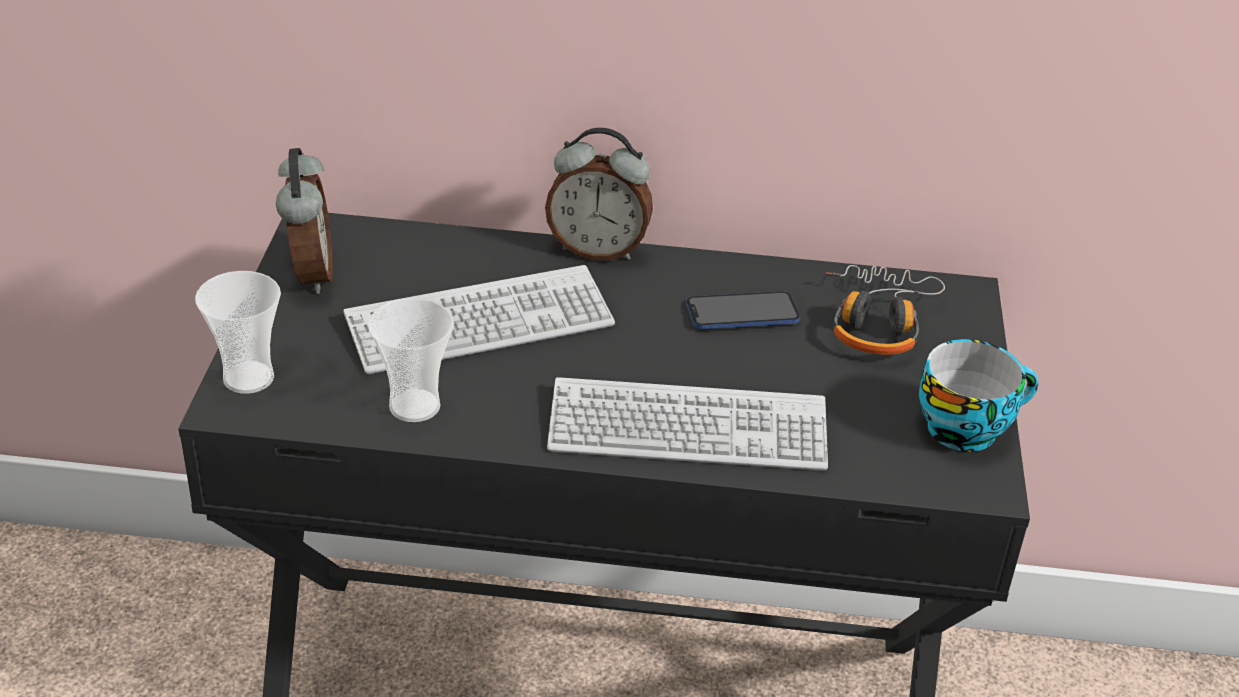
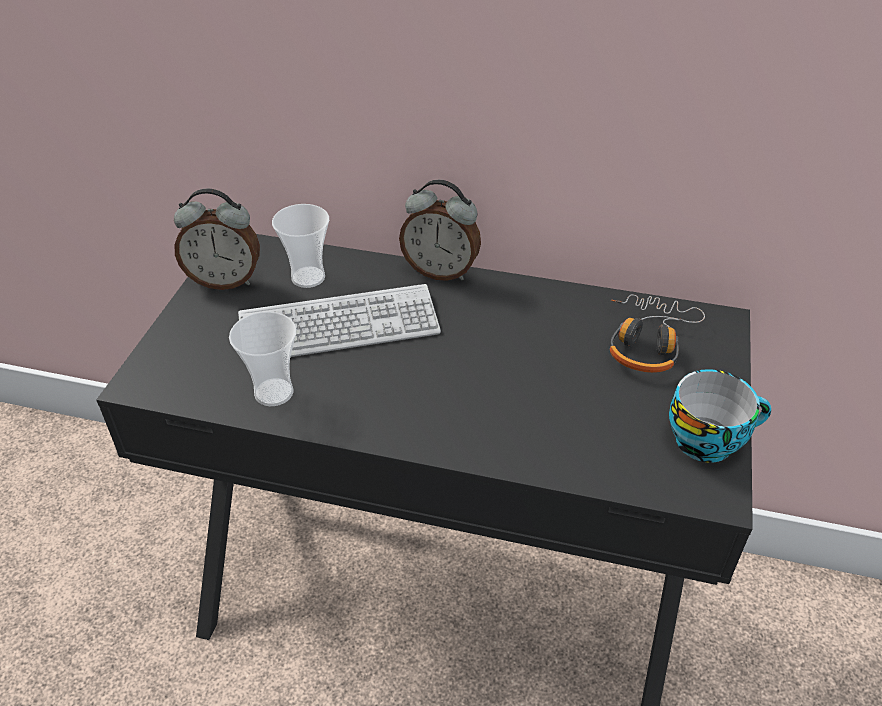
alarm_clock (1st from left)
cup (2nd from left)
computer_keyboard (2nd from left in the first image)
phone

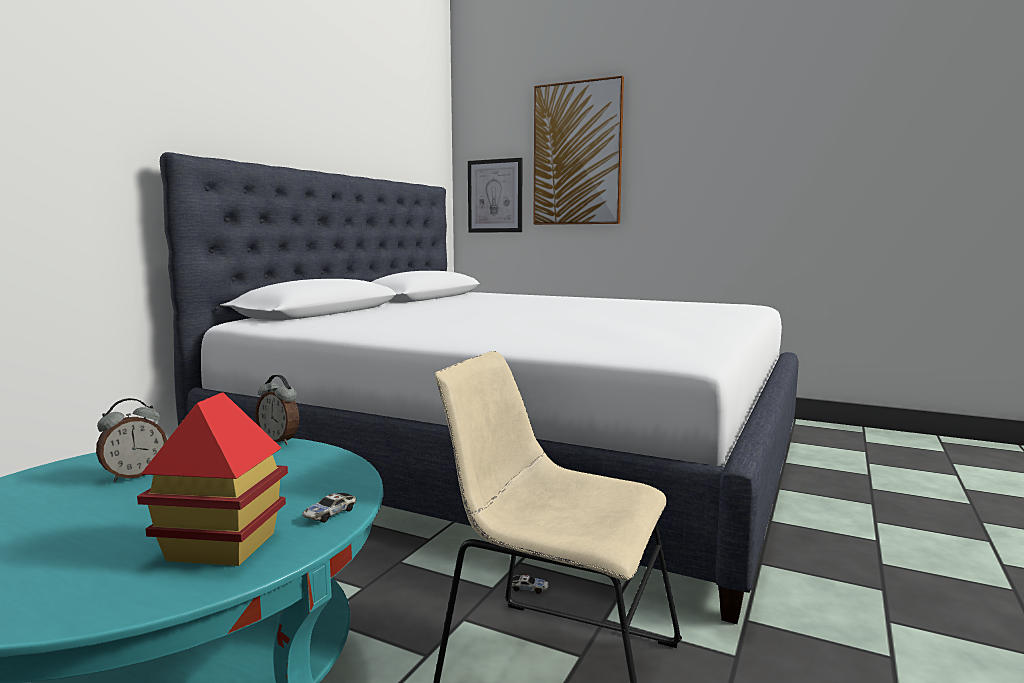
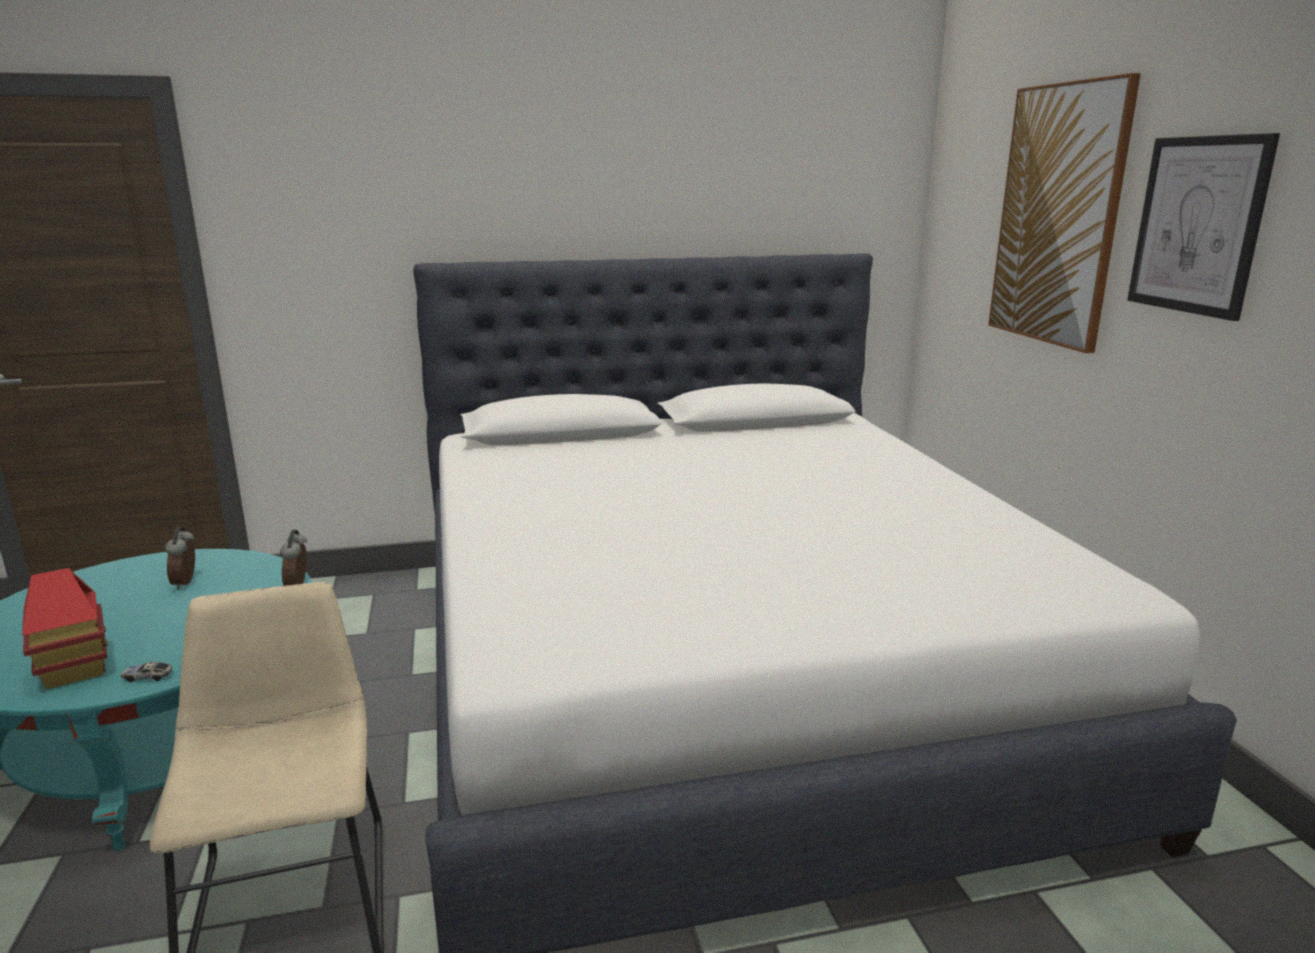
alarm_clock (1st from left)
wall_picture (2nd from left)
miniature_car (2nd from left in the first image)

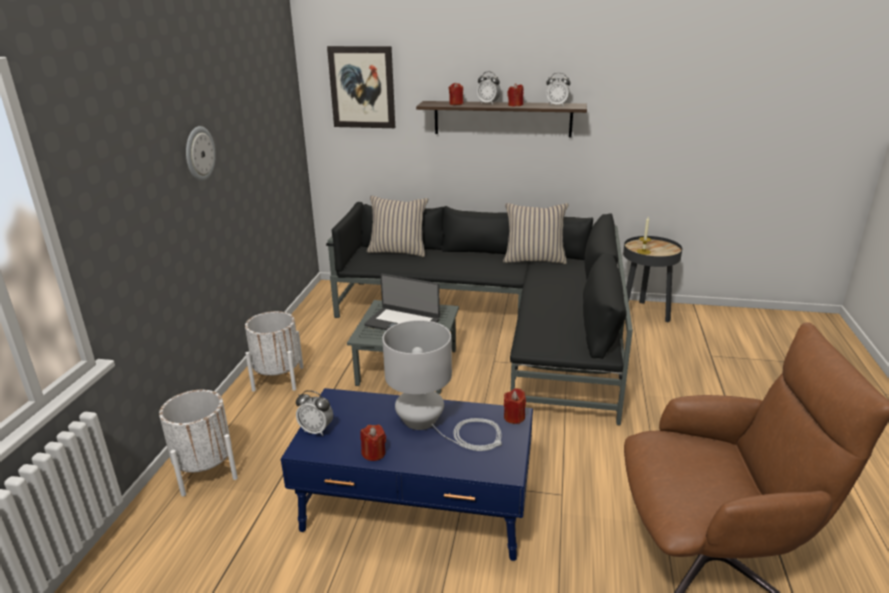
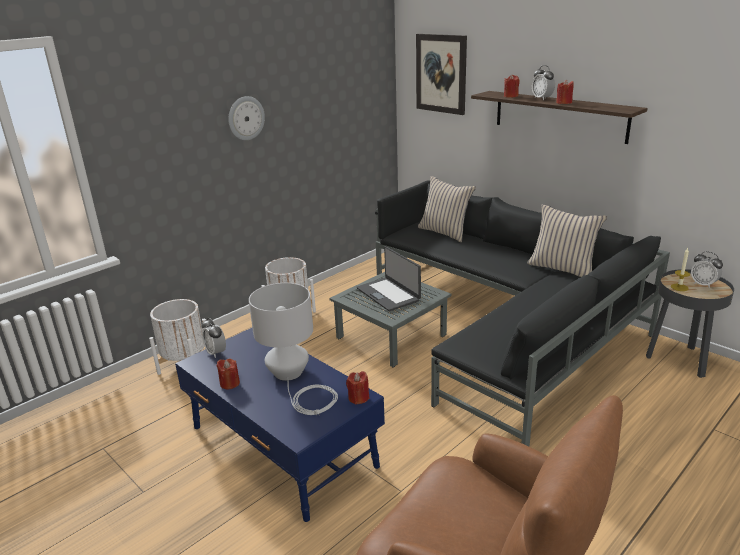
alarm_clock (3rd from left)

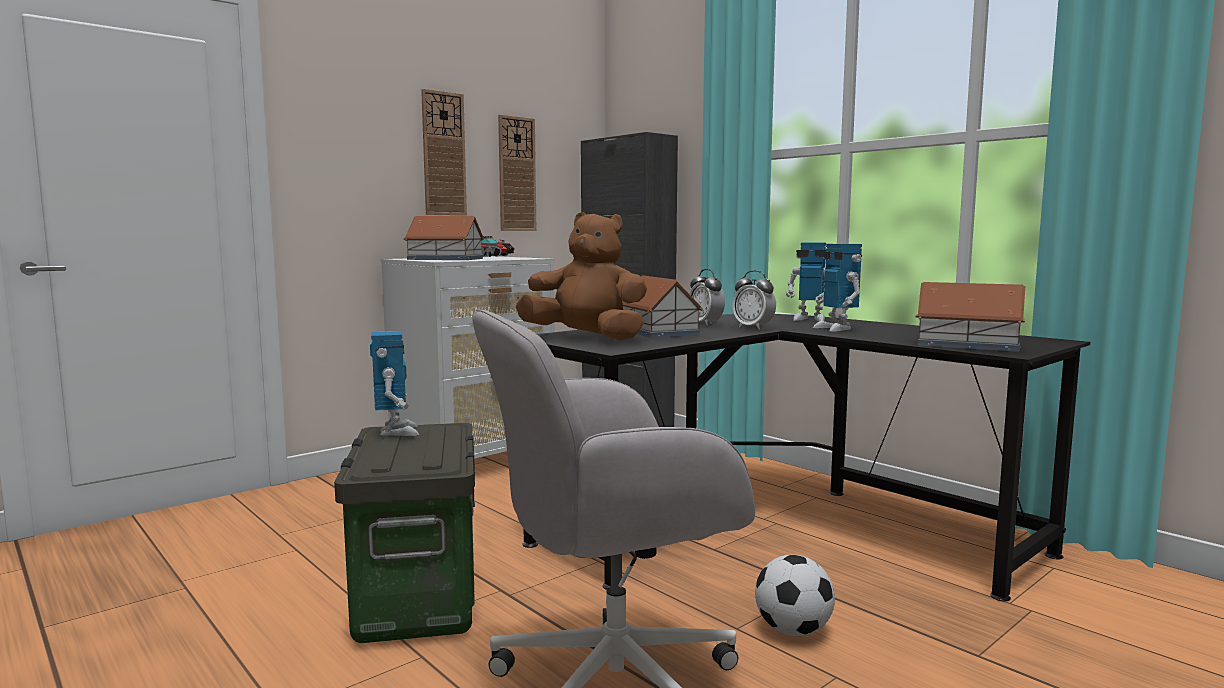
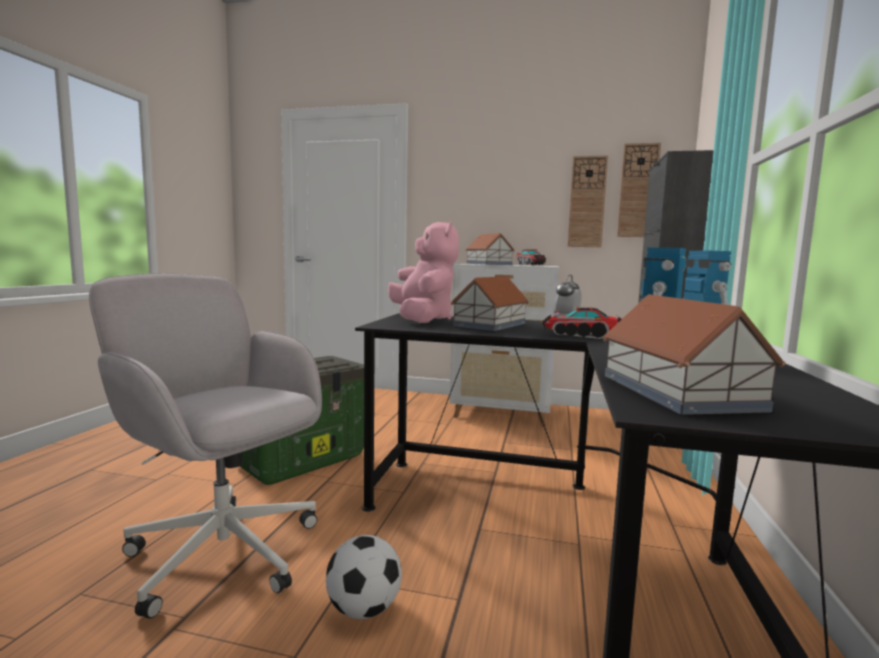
pink-coloured_plush_toy
toy_lorry (2nd from left)
clock_on_the_wall (2nd from left)
model_robot (1st from left in the first image)

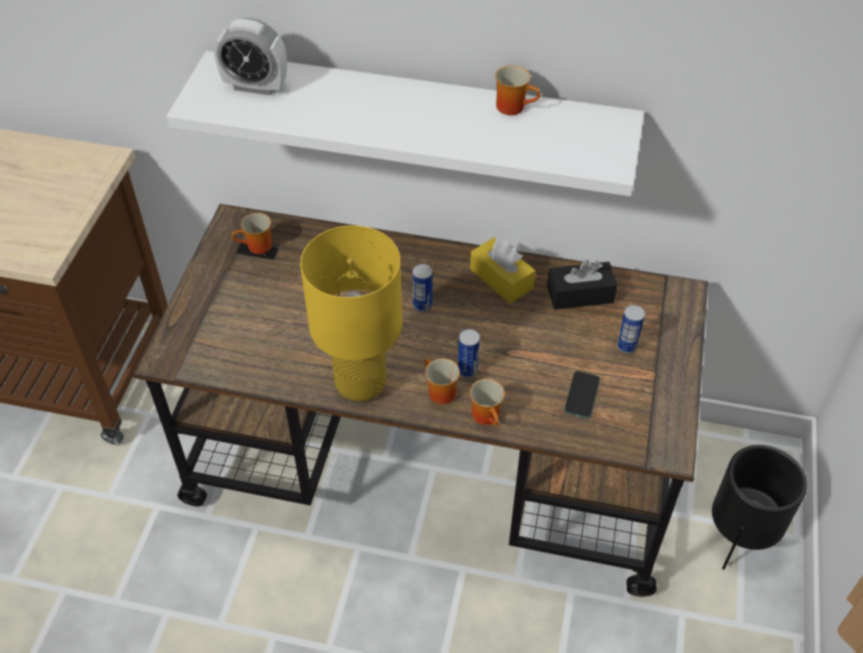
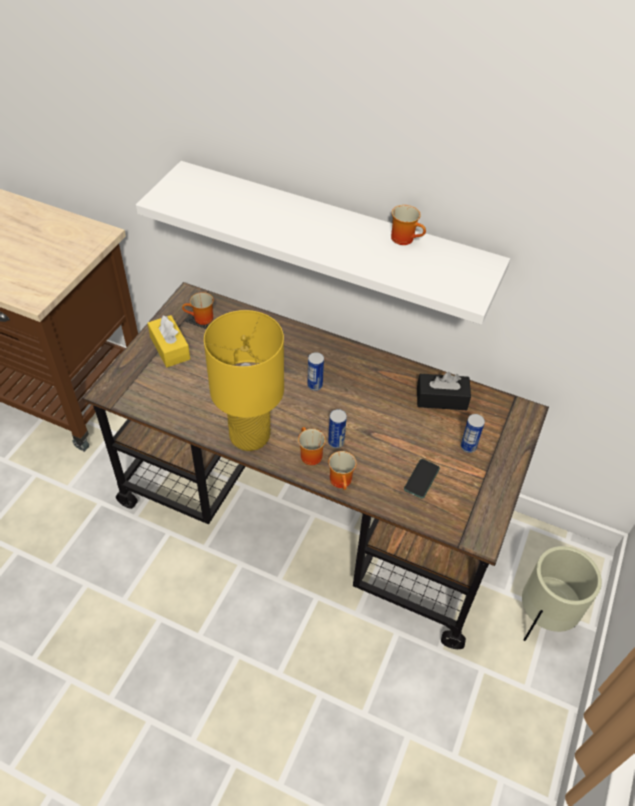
yellow_tissue_box
sand-coloured_flower_pot
alarm_clock

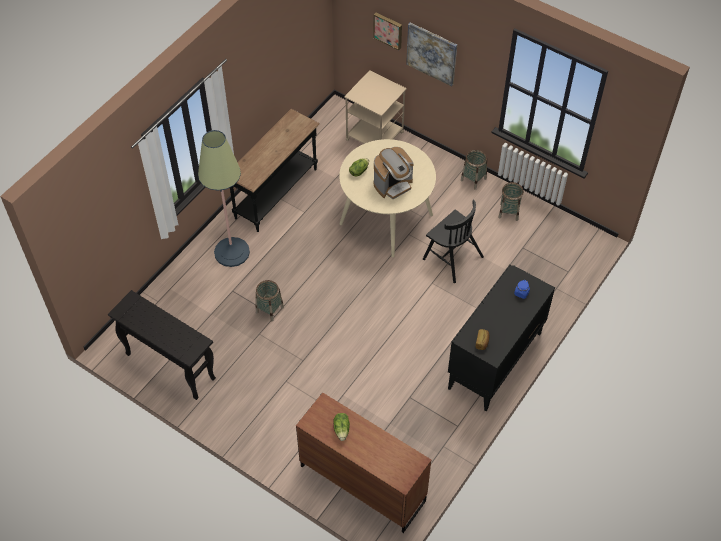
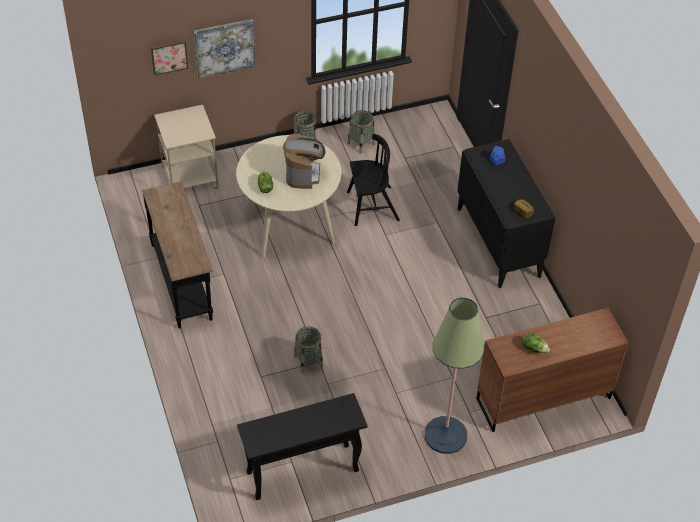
standing_lamp

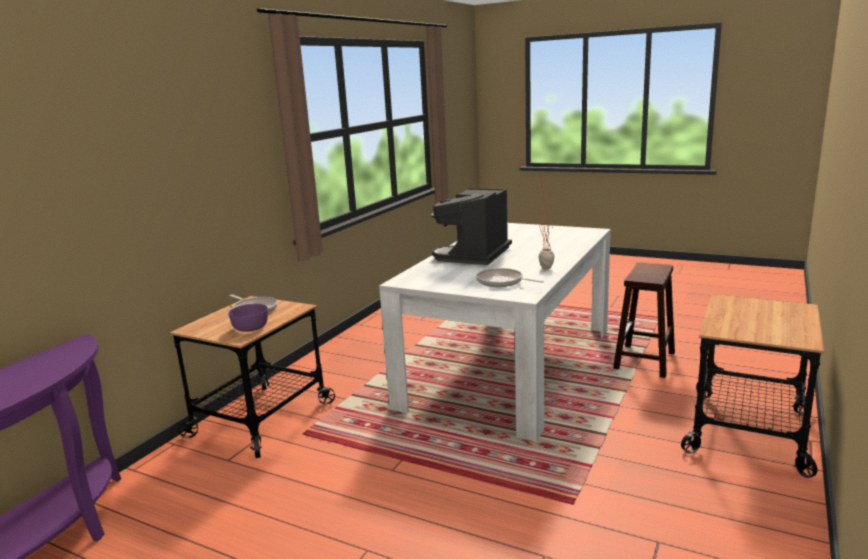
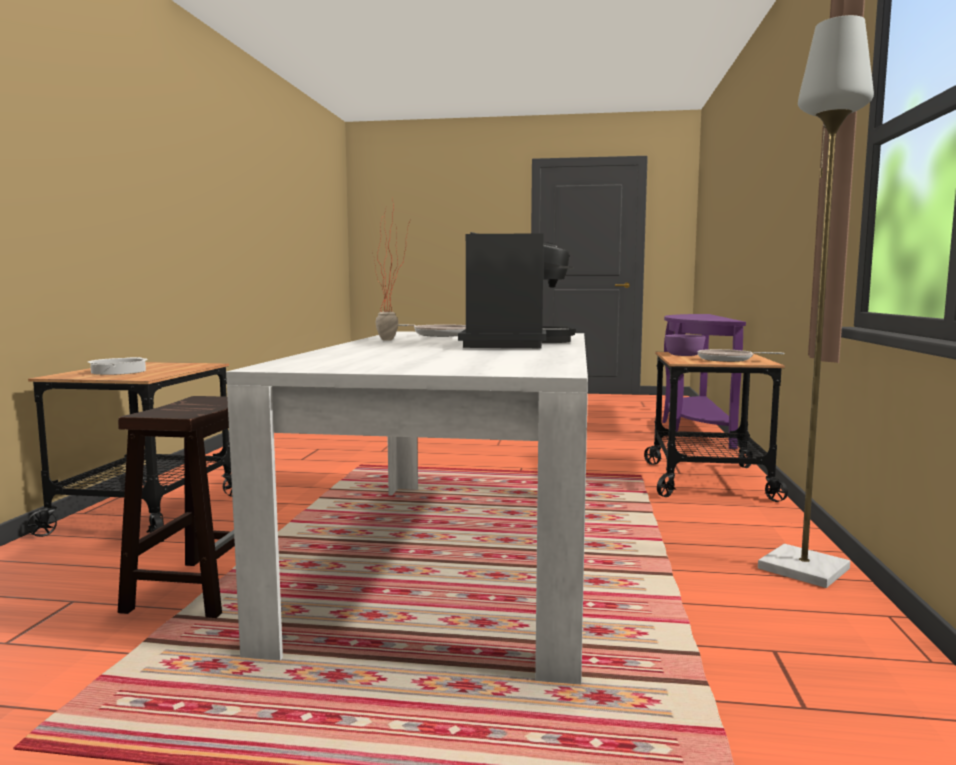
cooking_pot
greyish_standing_lamp

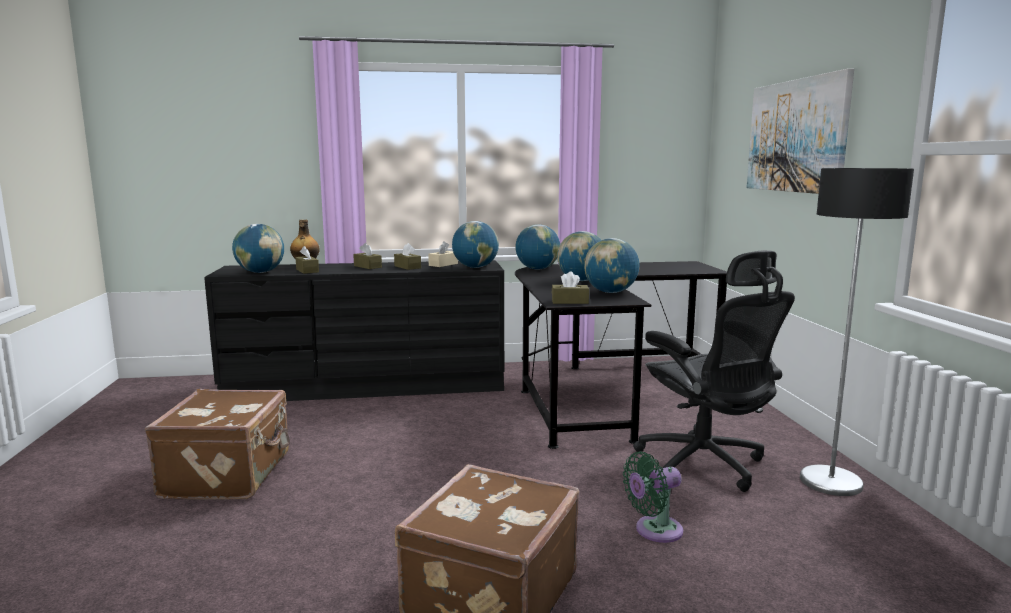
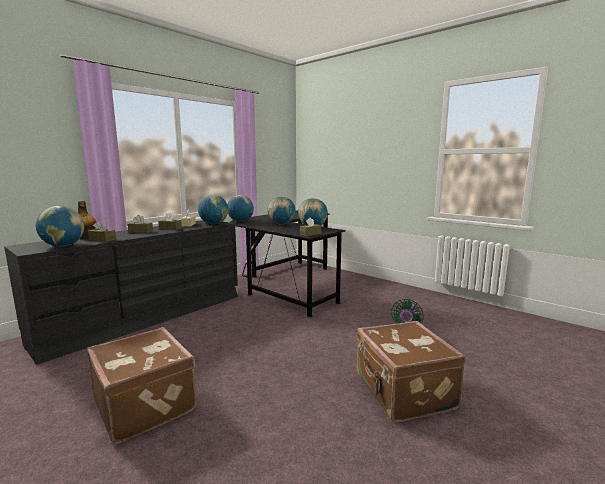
office_chair
wall_picture
standing_lamp

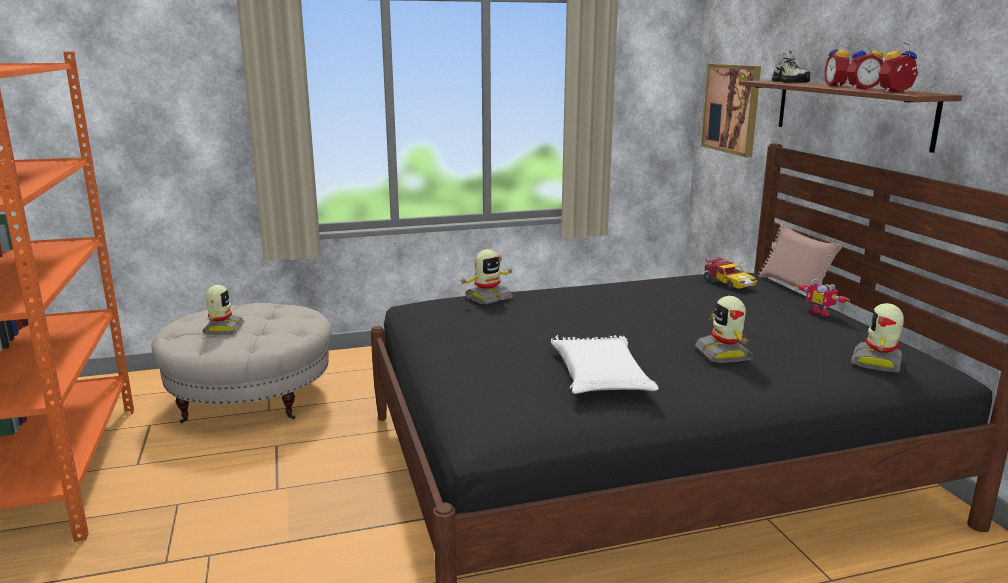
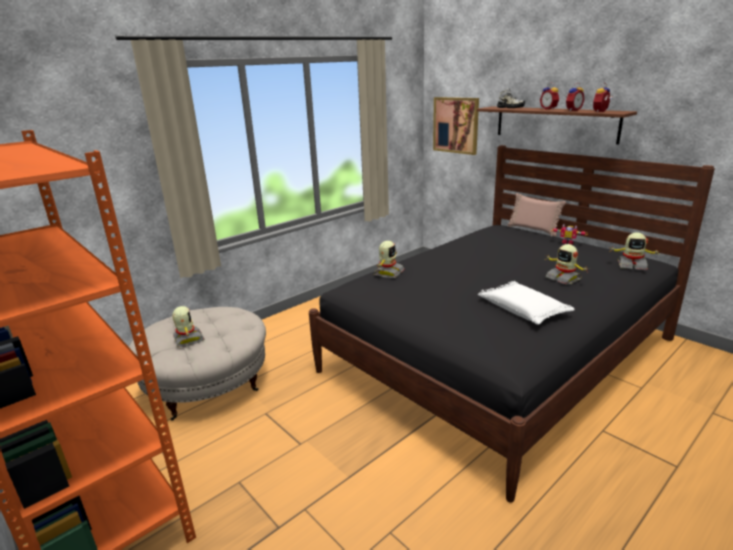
model_robot (5th from left)
miniature_car

